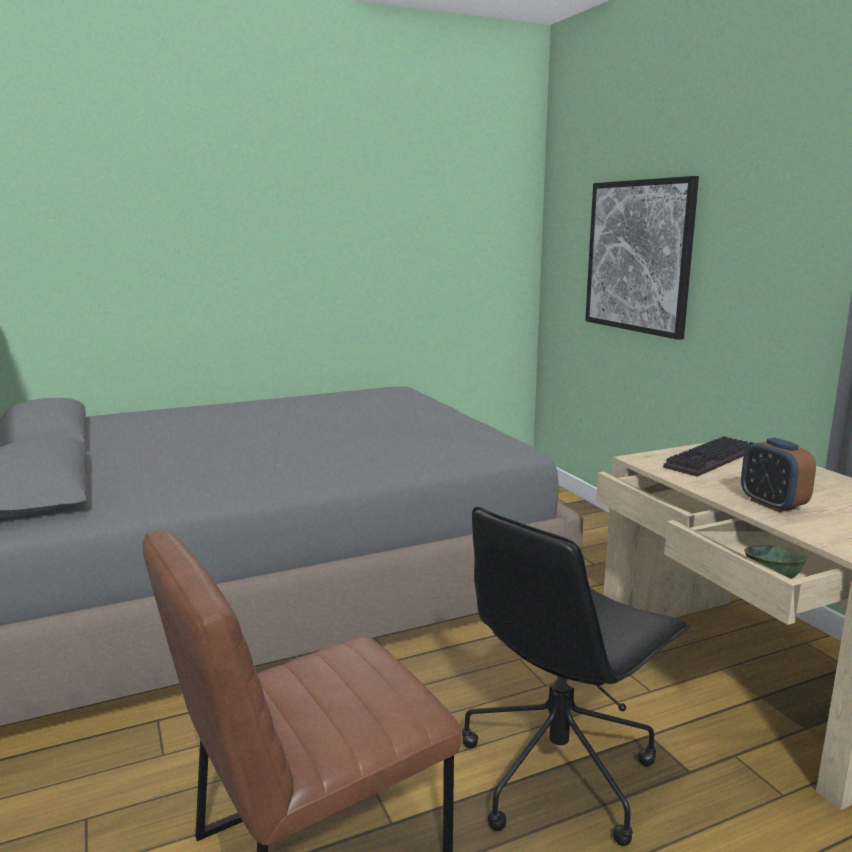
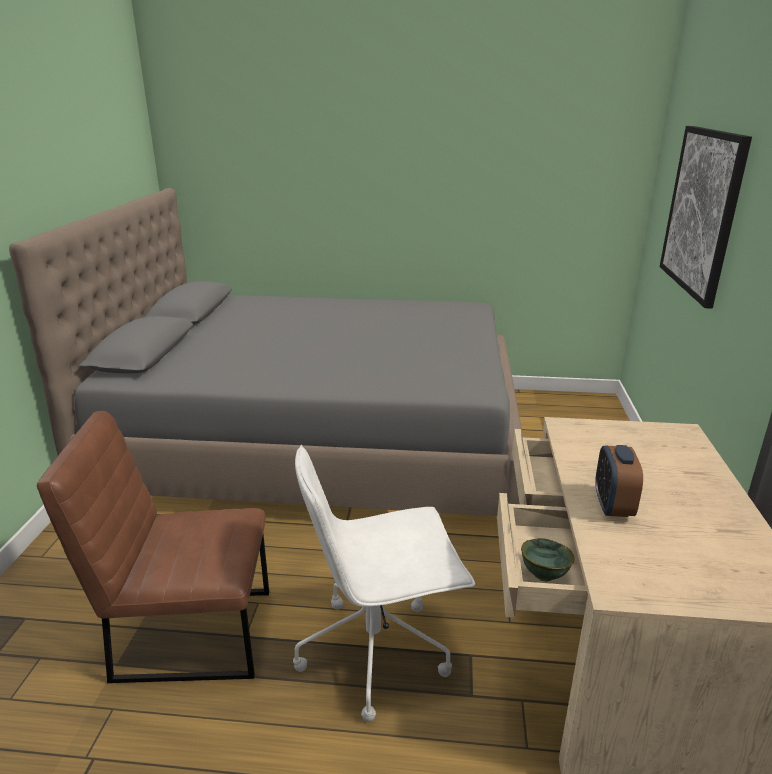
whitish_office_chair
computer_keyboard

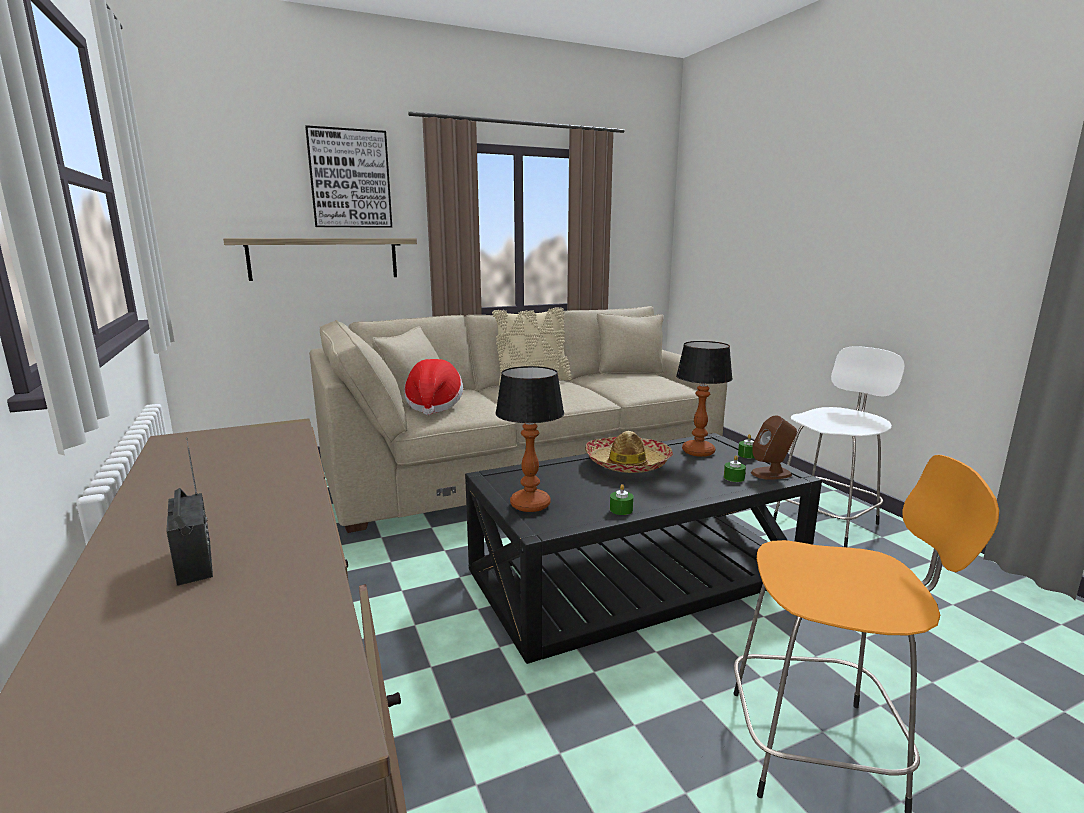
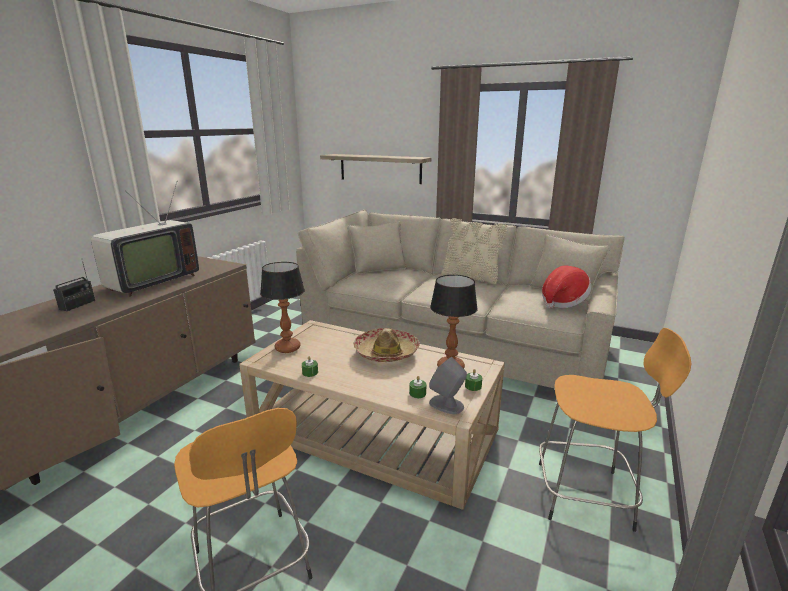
TV
sand-coloured_coffee_table
greyish_loudspeaker
orange_stool (2nd from left)
hat (2nd from left)
wall_picture

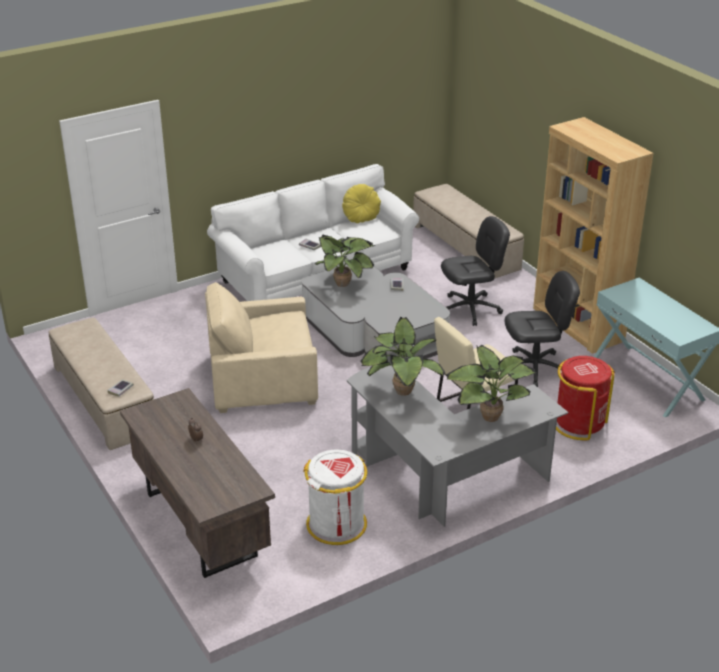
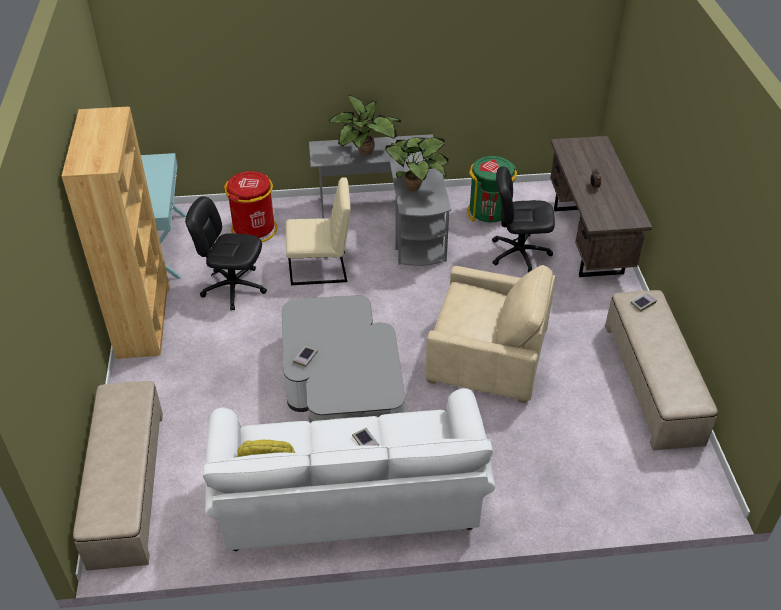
green_trash_can
blackish_office_chair (2nd from left)
potted_plant (1st from left in the first image)

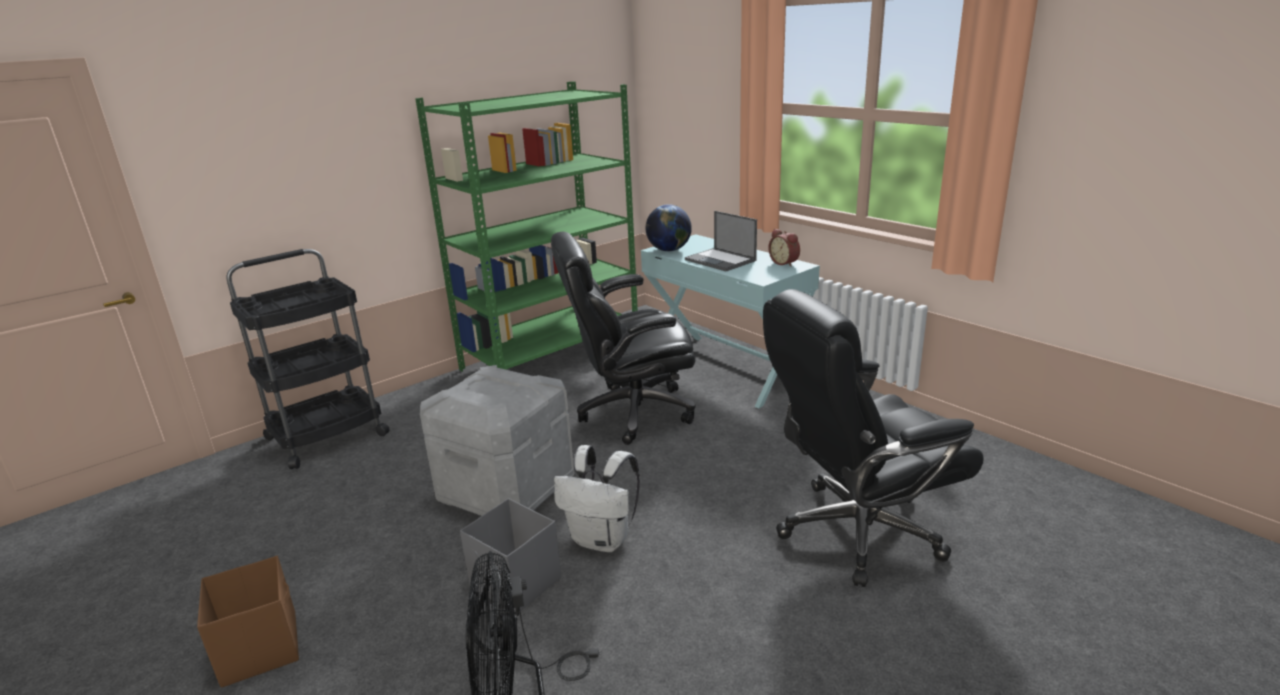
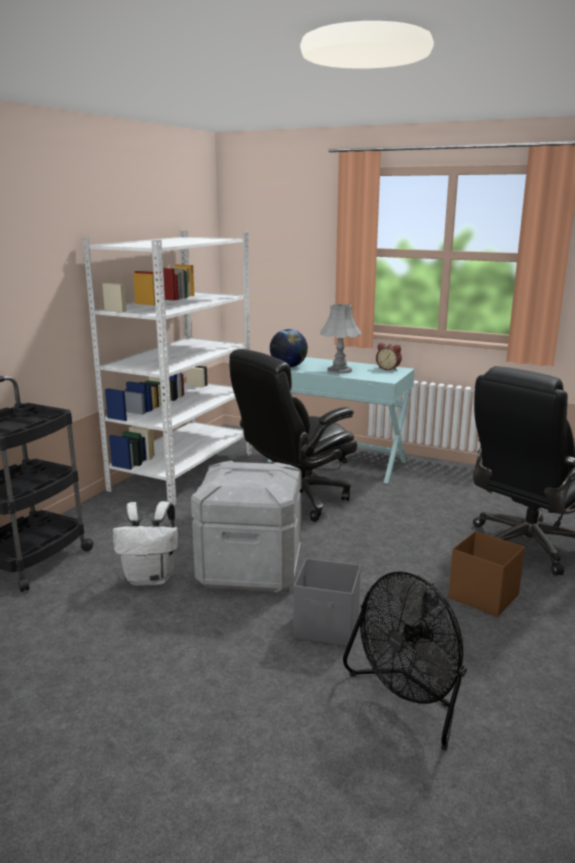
whitish_shelving_unit
whitish_backpack
greyish_tabletop_lamp
brown-coloured_storage_box

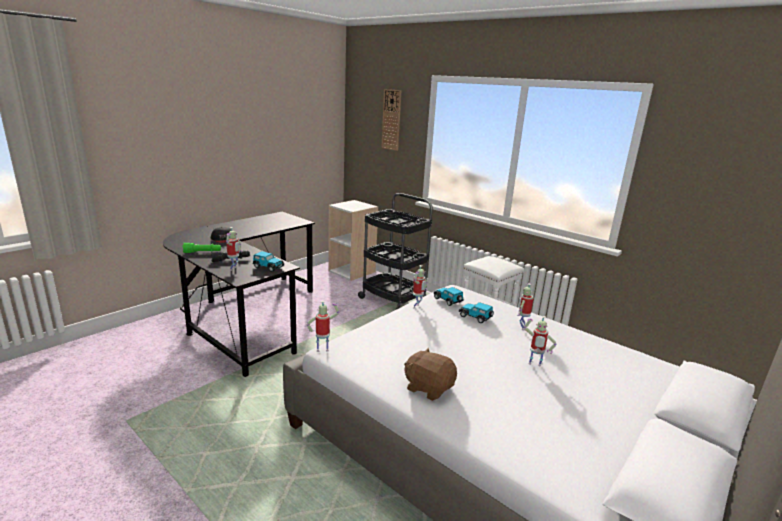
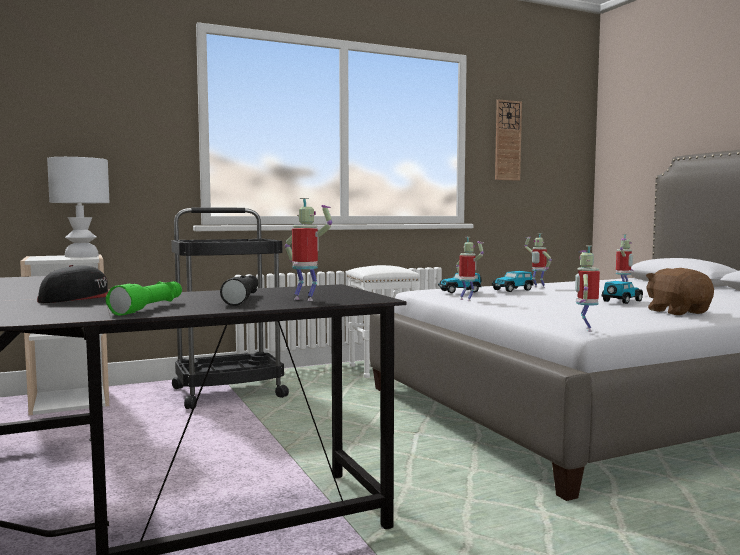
whitish_tabletop_lamp
clock_on_the_wall
miniature_car (3rd from left)
brown-coloured_plush_toy

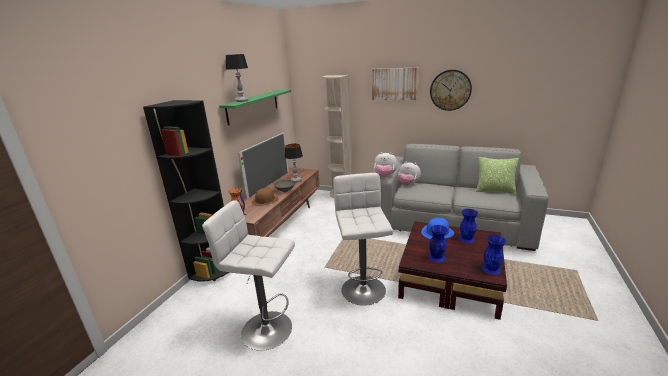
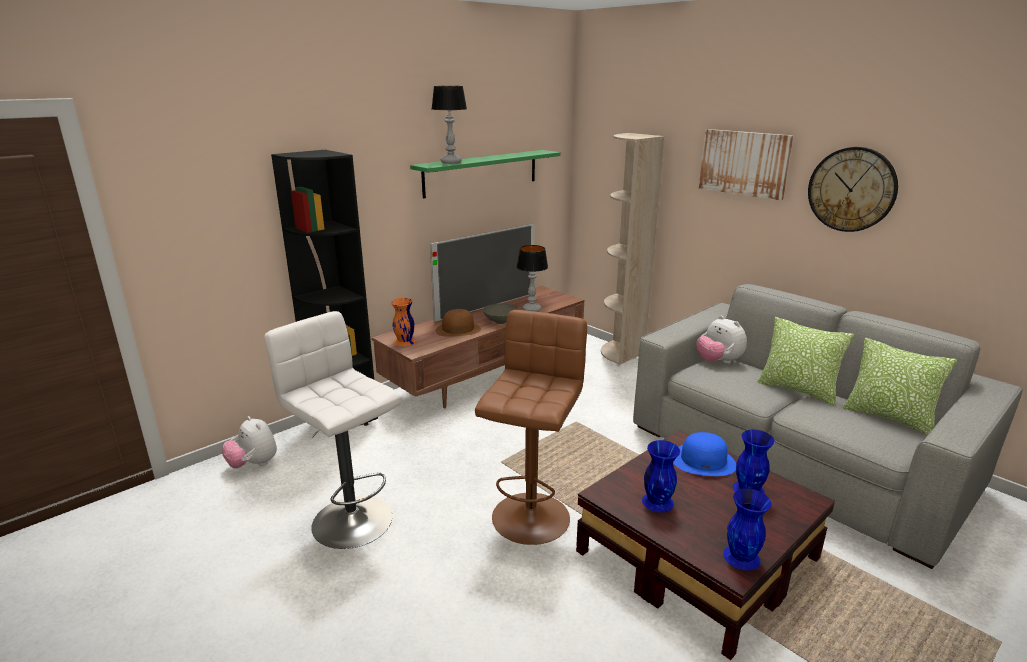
plush_toy (1st from left)
brown-coloured_stool
cushion (1st from left)

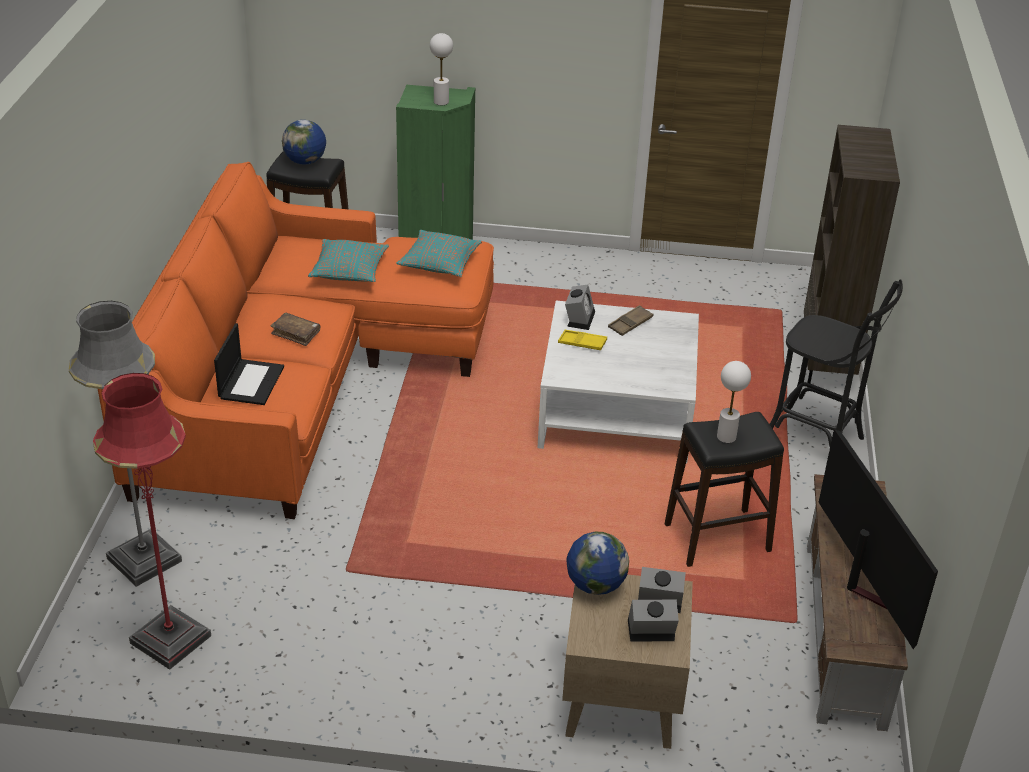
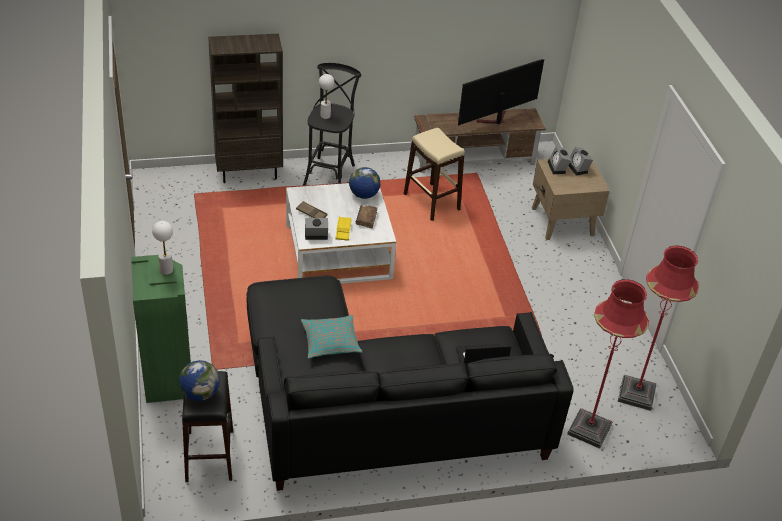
blackish_settee
whitish_tabletop_lamp (2nd from left)
world_globe (2nd from left)
brown-coloured_book
sand-coloured_stool
red-coloured_standing_lamp (1st from left)
blue-green_cushion (2nd from left in the first image)

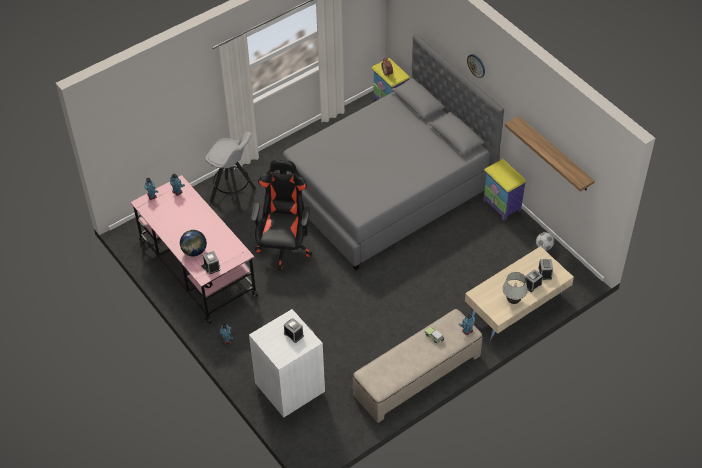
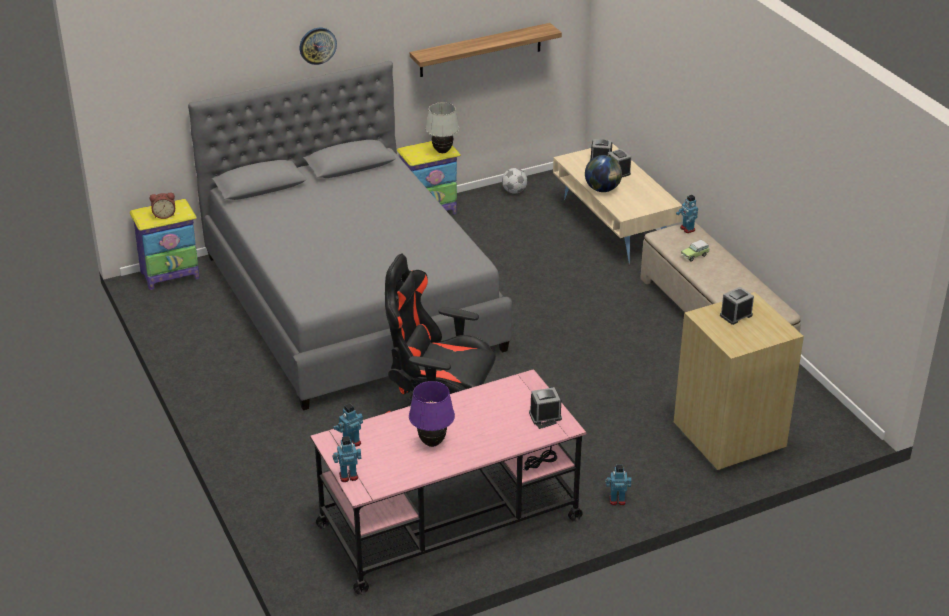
purplish_tabletop_lamp
whitish_tabletop_lamp
world_globe
brown-coloured_chest_of_drawers
greyish_stool

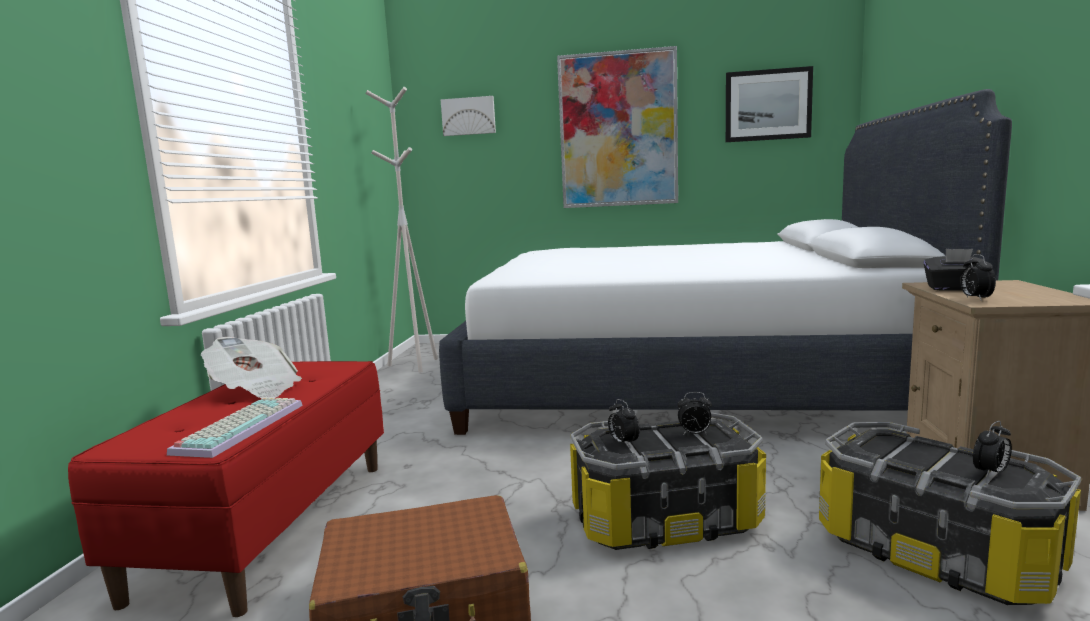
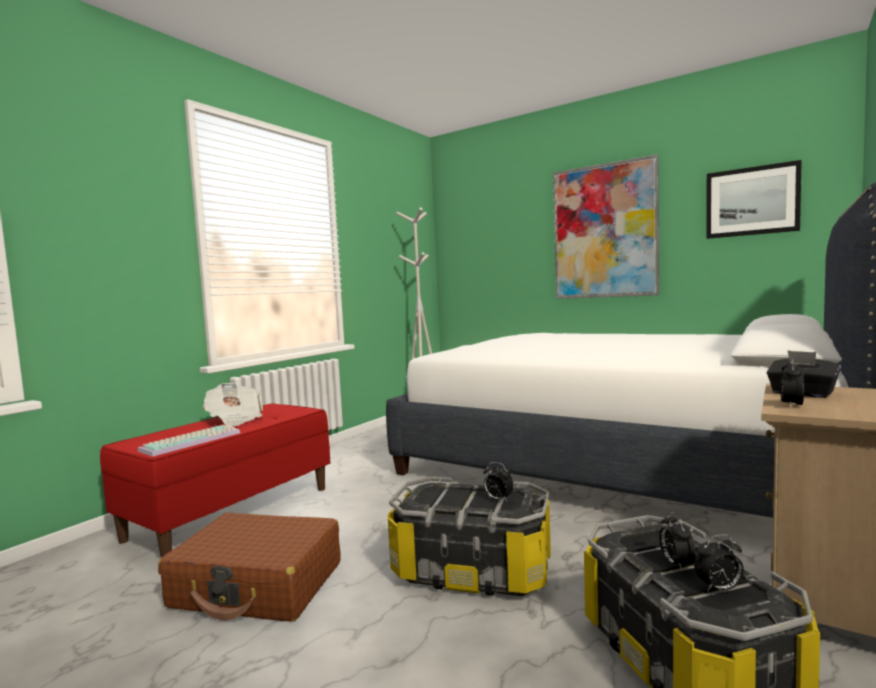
alarm_clock (2nd from left)
wall_picture (1st from left in the first image)

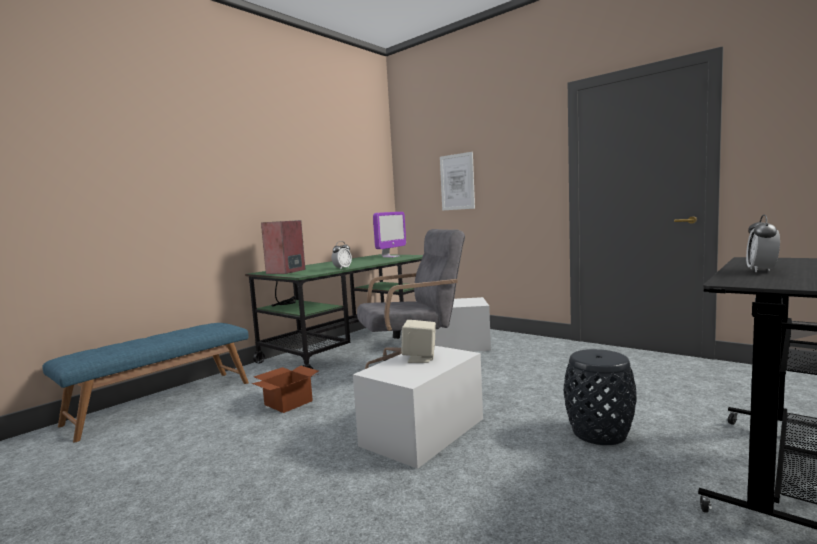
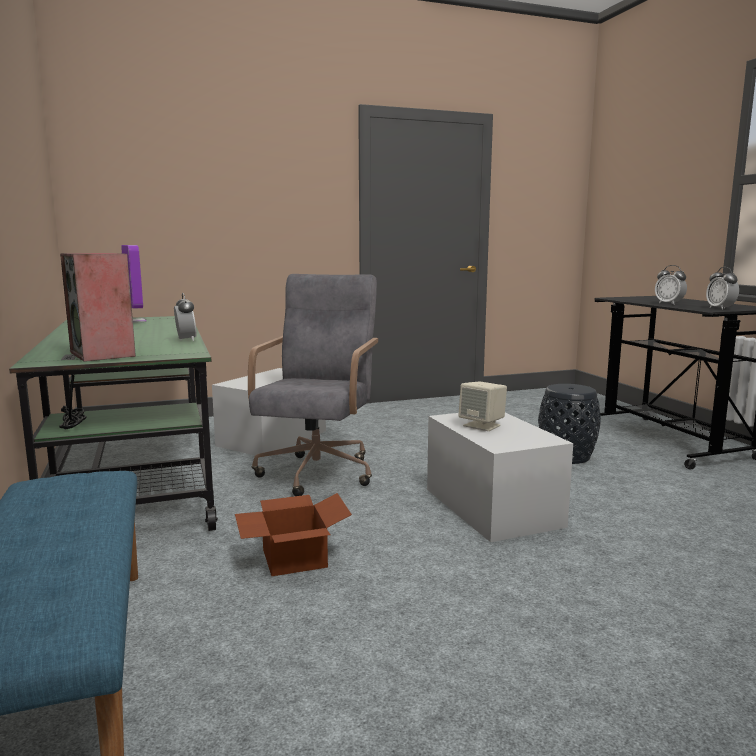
alarm_clock (3rd from left)
wall_picture

